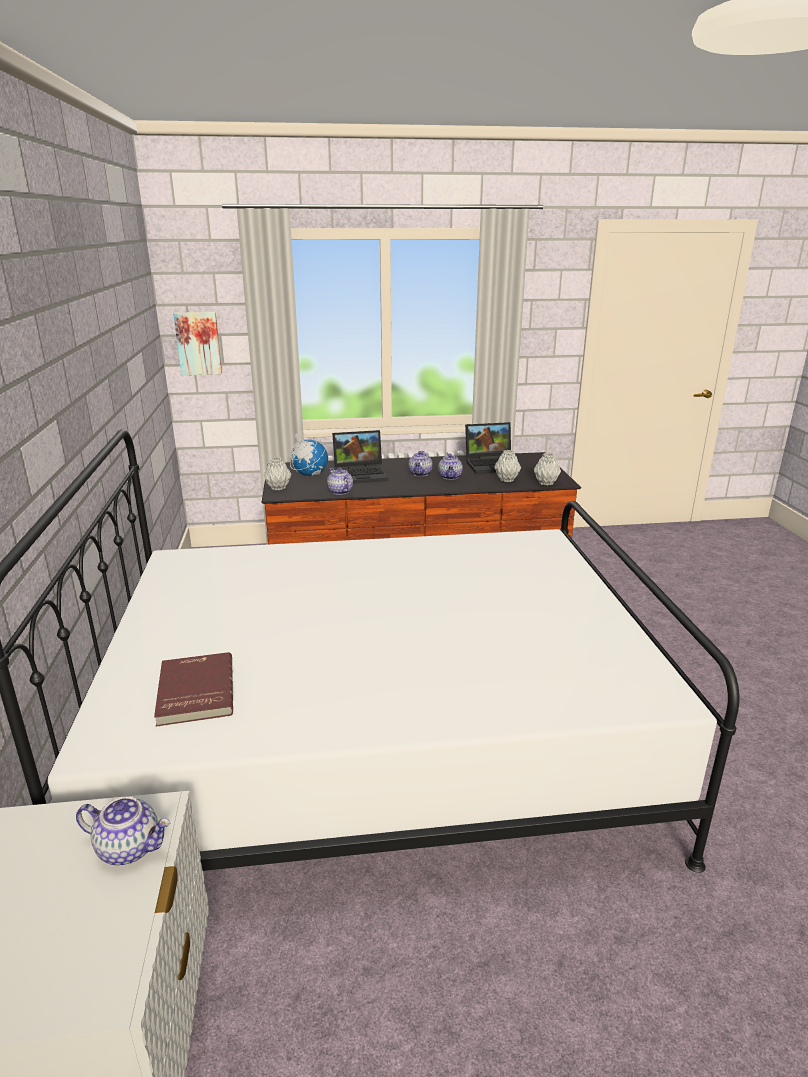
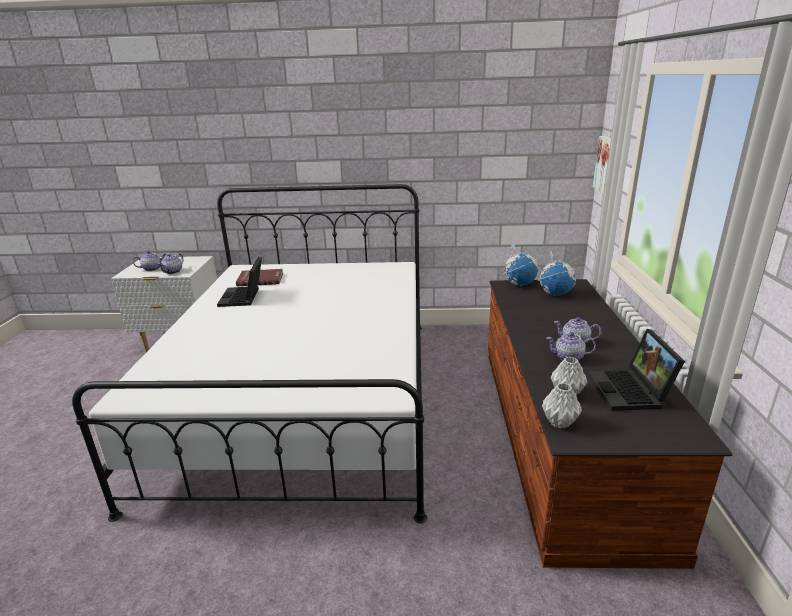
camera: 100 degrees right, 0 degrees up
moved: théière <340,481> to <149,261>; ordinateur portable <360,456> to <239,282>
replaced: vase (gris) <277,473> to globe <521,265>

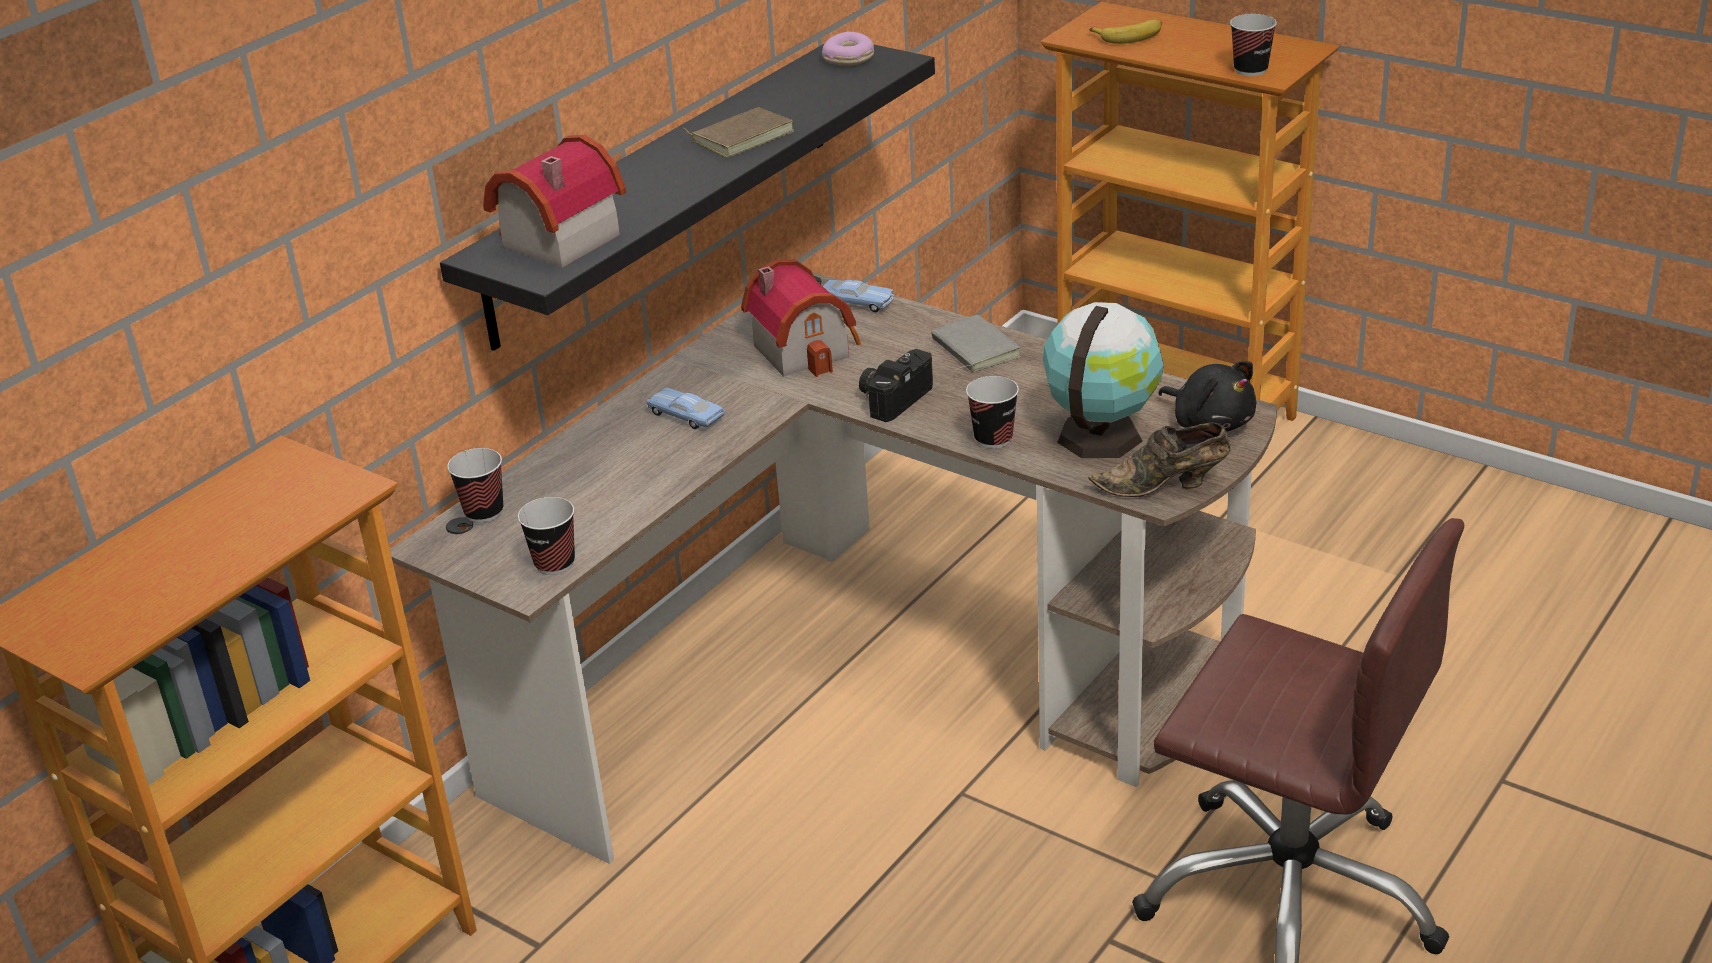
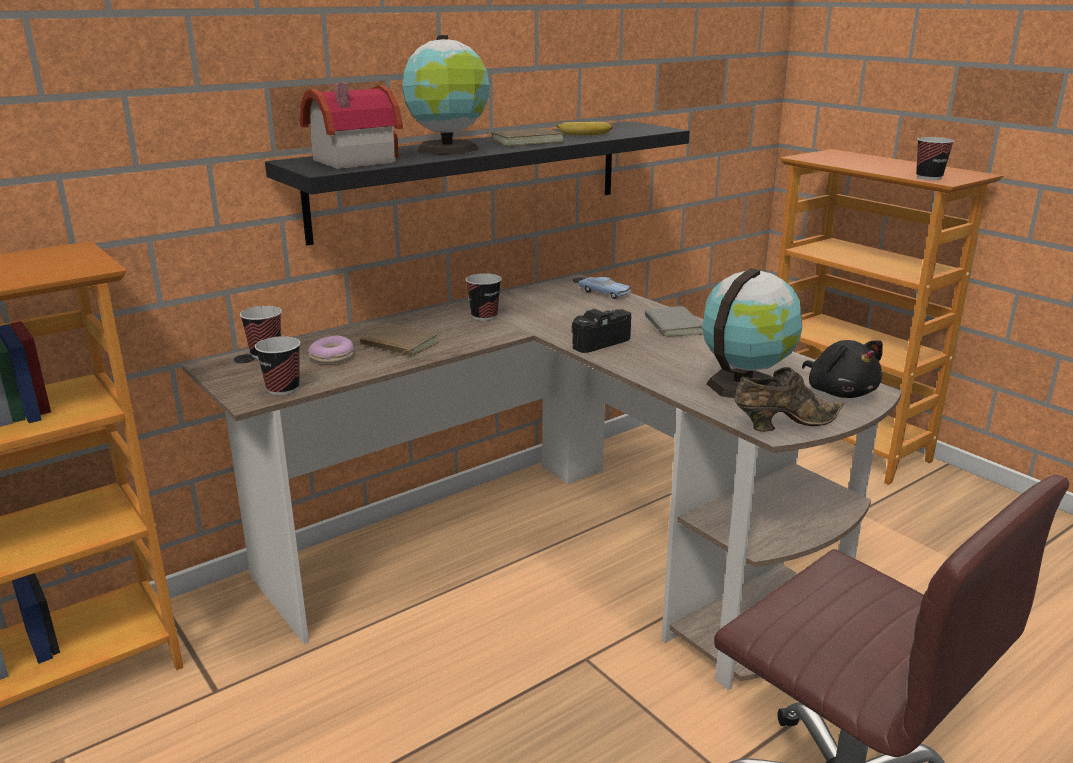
camera: 15 degrees right, 10 degrees down
removed: petite voiture (bleu) <686,408>; maison miniature <801,318>
added: livre (marron) <399,339>; globe <446,95>
moved: beignet <848,48> to <331,350>; tasse <992,412> to <484,297>; banane <1126,32> to <585,129>
turned: chaussure (marron) <1159,459> = <789,399> 150 degrees clockwise

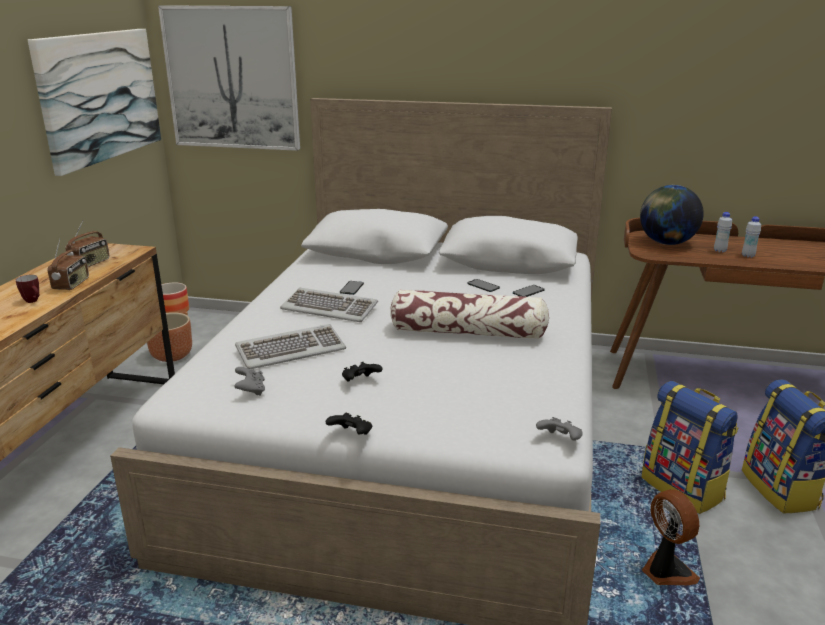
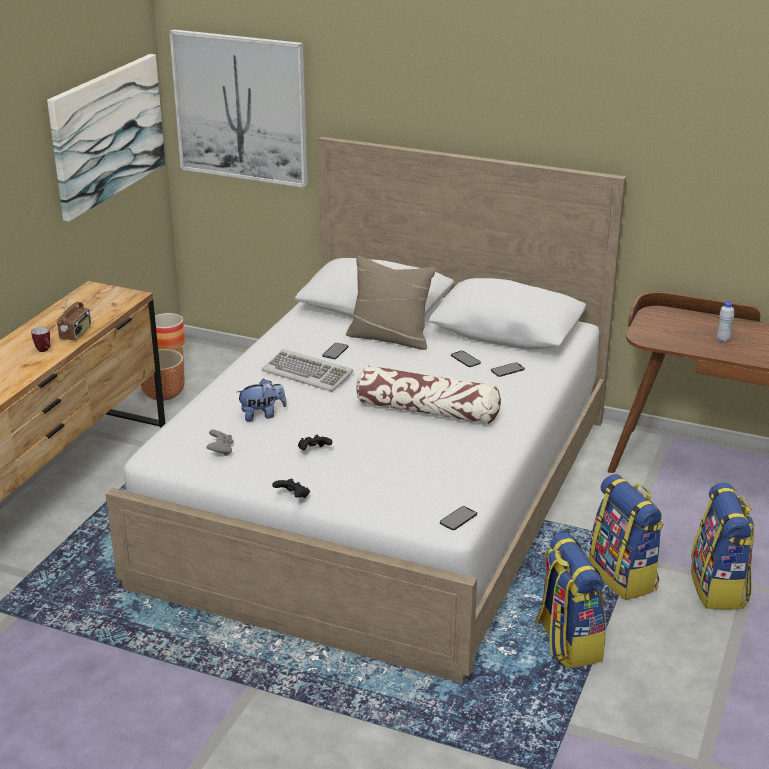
camera: 10 degrees right, 5 degrees up
removed: radio <87,244>; globe <672,215>; bouteille (blanc) <751,237>
added: coussin (beige) <391,303>
replaced: clavier <290,346> to peluche <262,400>; manette (gris) <559,429> to téléphone <458,518>; ventilateur <671,537> to sac à dos <570,600>

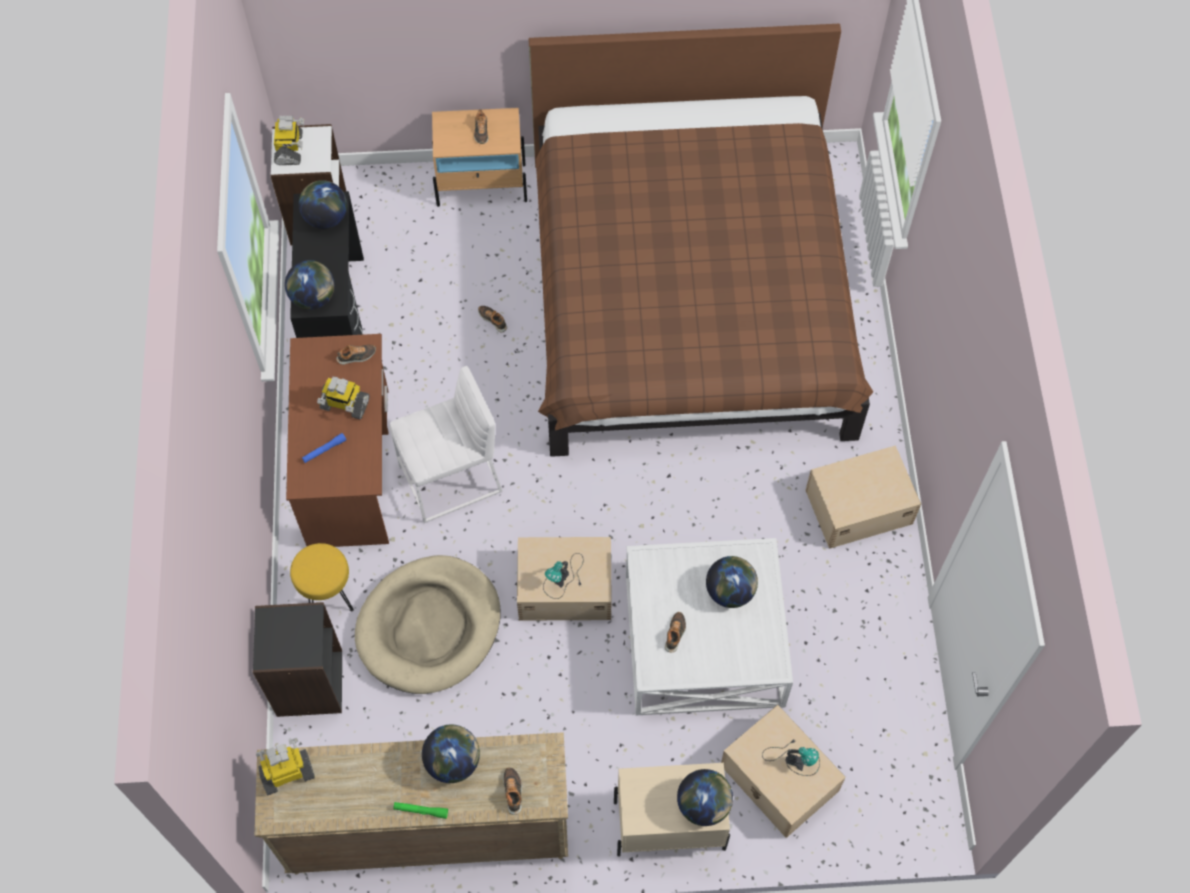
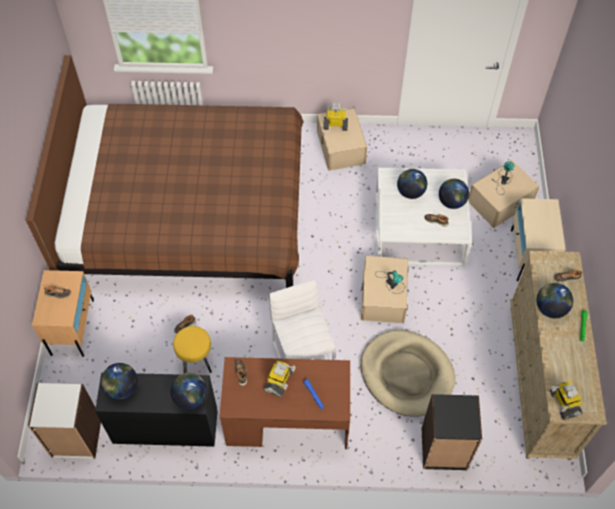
camera: 85 degrees left, 5 degrees down
moved: robot jouet <289,140> to <336,117>; tabouret (jaune) <322,577> to <192,349>; globe <705,797> to <454,194>

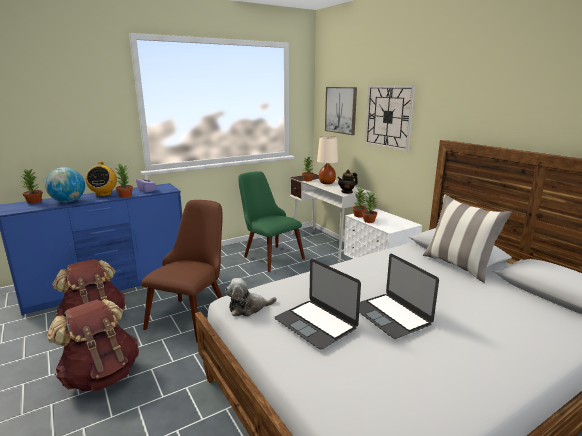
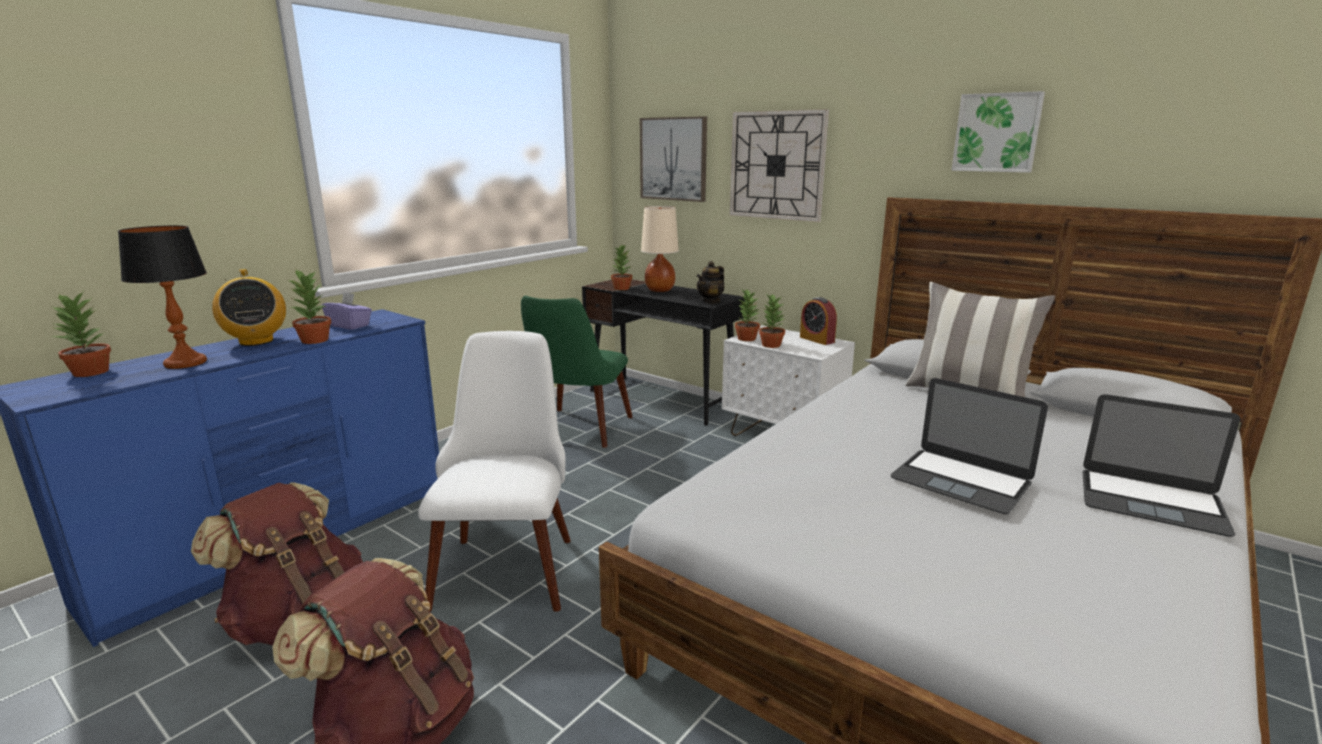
camera: 20 degrees left, 0 degrees up
removed: peluche <251,297>
added: réveil <818,321>; tableau <998,132>
moved: ordinateur portable <317,304> to <1161,465>
replaced: globe <65,185> to lampe de table <162,297>
recoloured: chaise (marron) <182,271> to chaise (blanc) <494,471>; bureau (blanc) <330,218> to bureau (noir) <663,352>
turned: chaise (vert) <271,221> = <577,372> 105 degrees counterclockwise

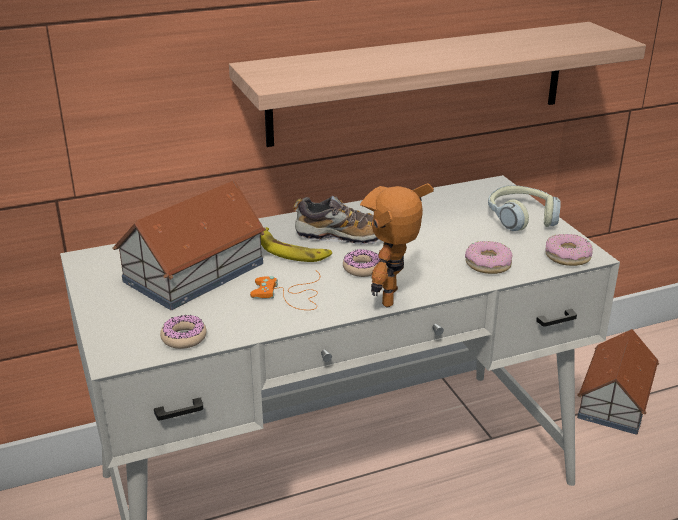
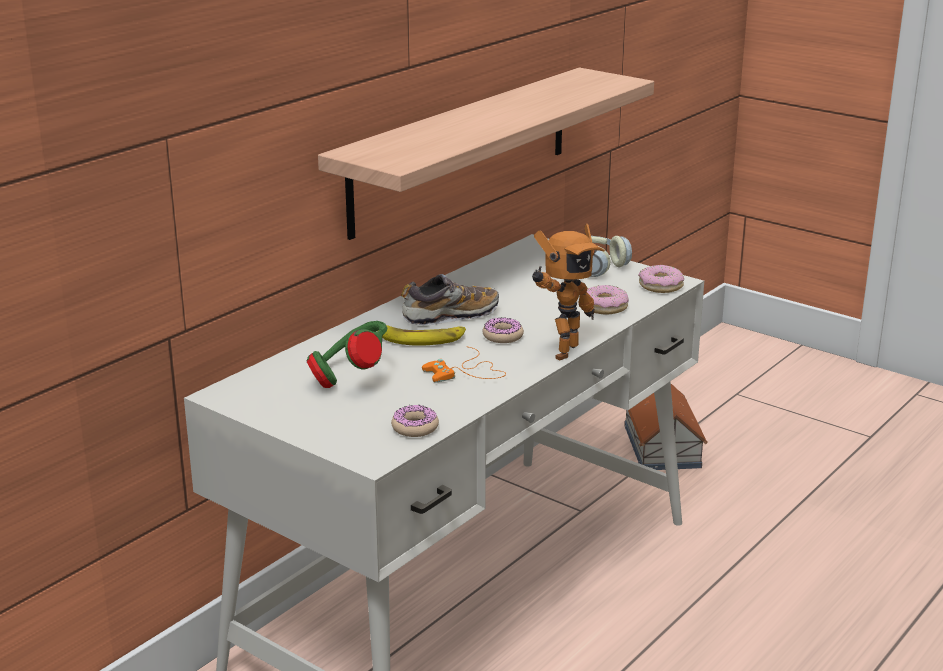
camera: 30 degrees left, 5 degrees down
replaced: maison miniature <189,245> to casque audio (vert) <347,354>
turned: robot jouet <397,245> = <568,292> 135 degrees counterclockwise

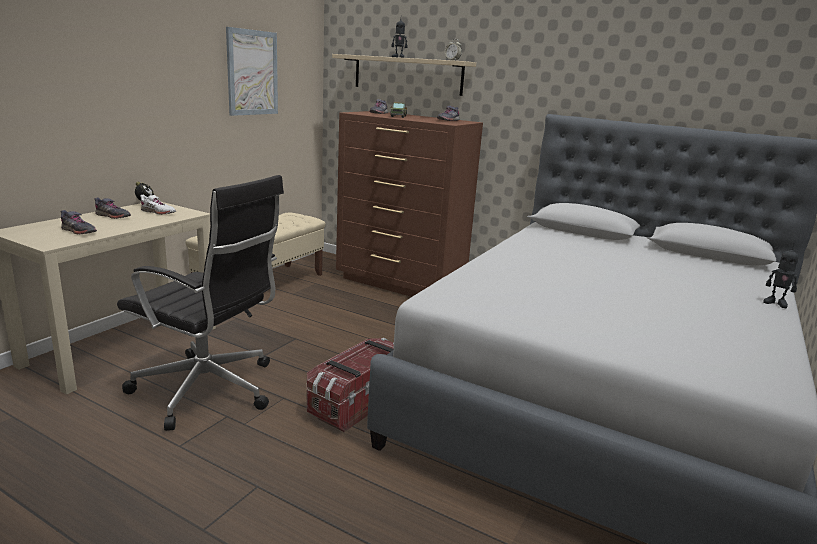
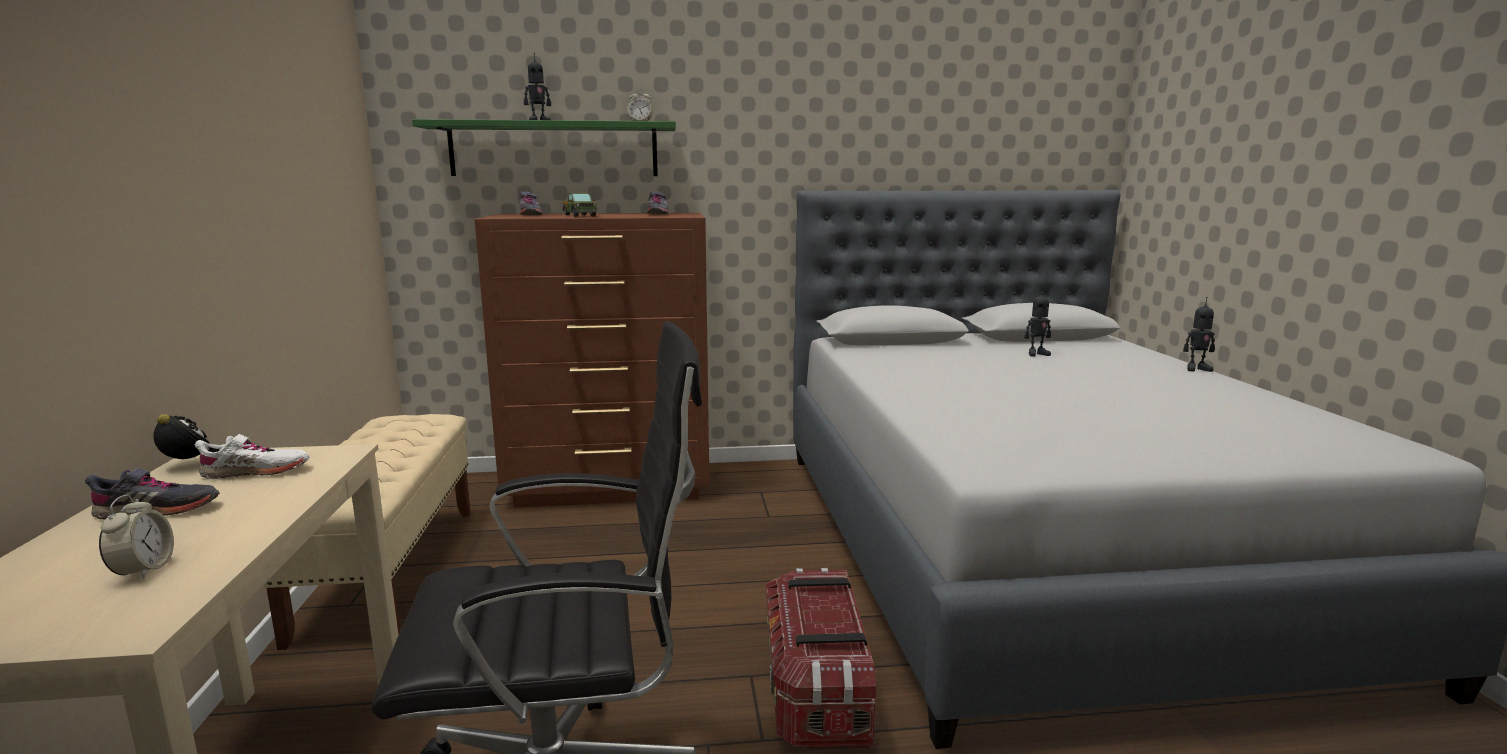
camera: 35 degrees left, 5 degrees down
removed: tableau <252,71>
added: robot jouet <1038,322>
replaced: chaussure (gris) <79,222> to réveil <136,537>
recoloured: étagère (beige) <404,75> to étagère (vert) <544,147>

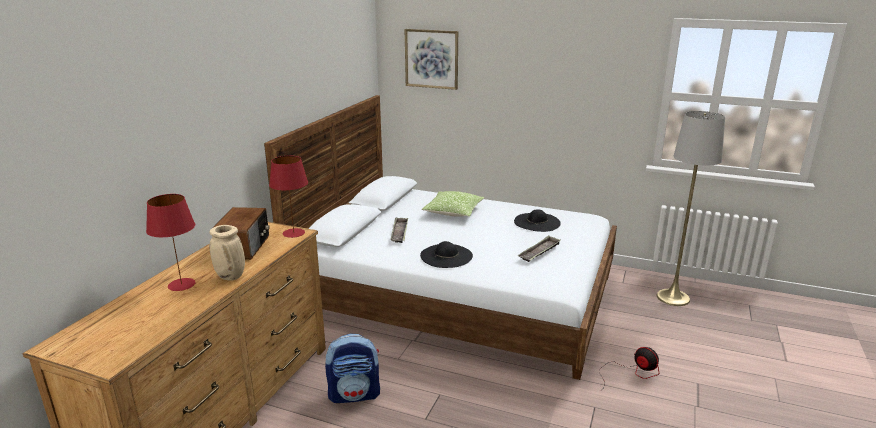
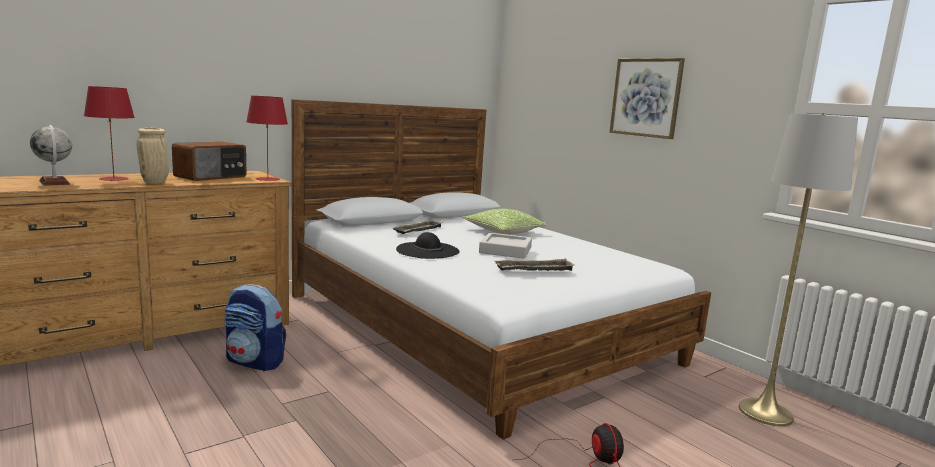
camera: 30 degrees right, 10 degrees down
removed: chapeau (noir) <537,220>
added: globe <51,155>; plateau (gris) <505,246>
moved: tableau <431,59> to <647,98>

